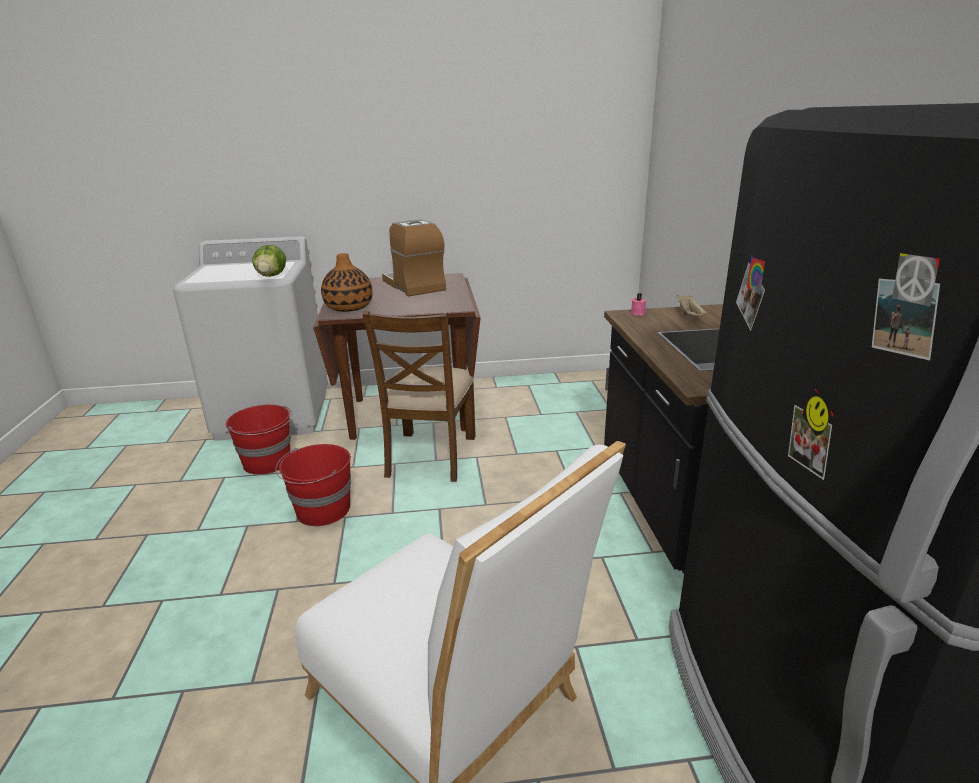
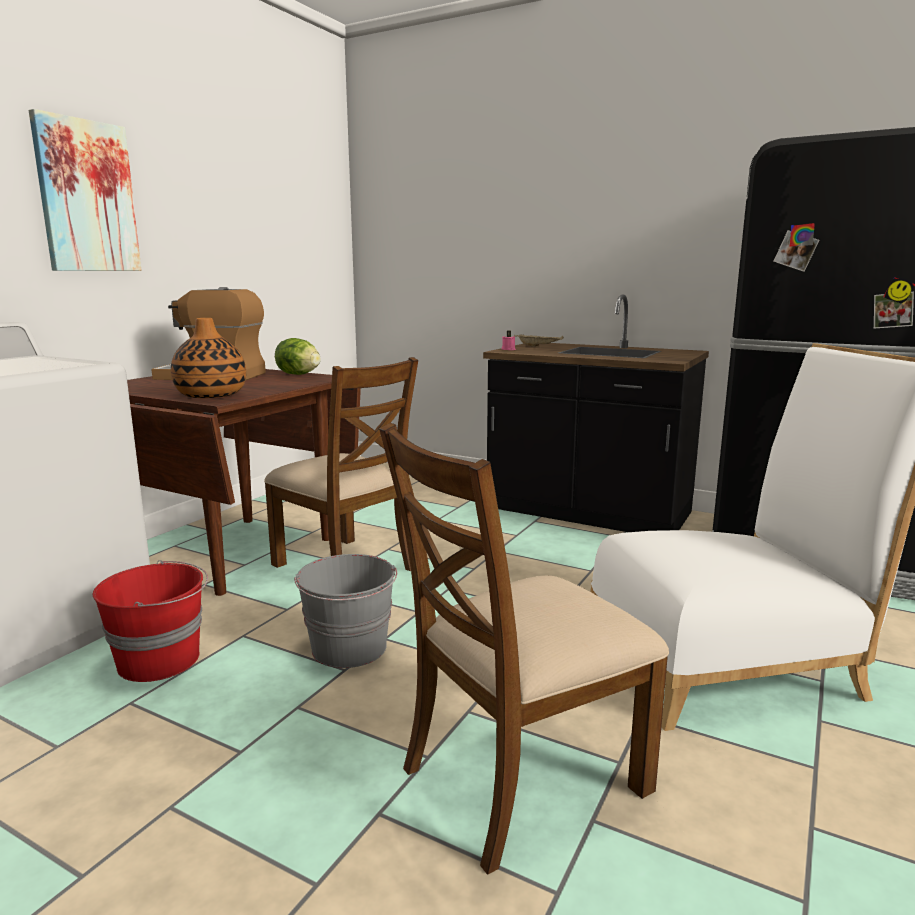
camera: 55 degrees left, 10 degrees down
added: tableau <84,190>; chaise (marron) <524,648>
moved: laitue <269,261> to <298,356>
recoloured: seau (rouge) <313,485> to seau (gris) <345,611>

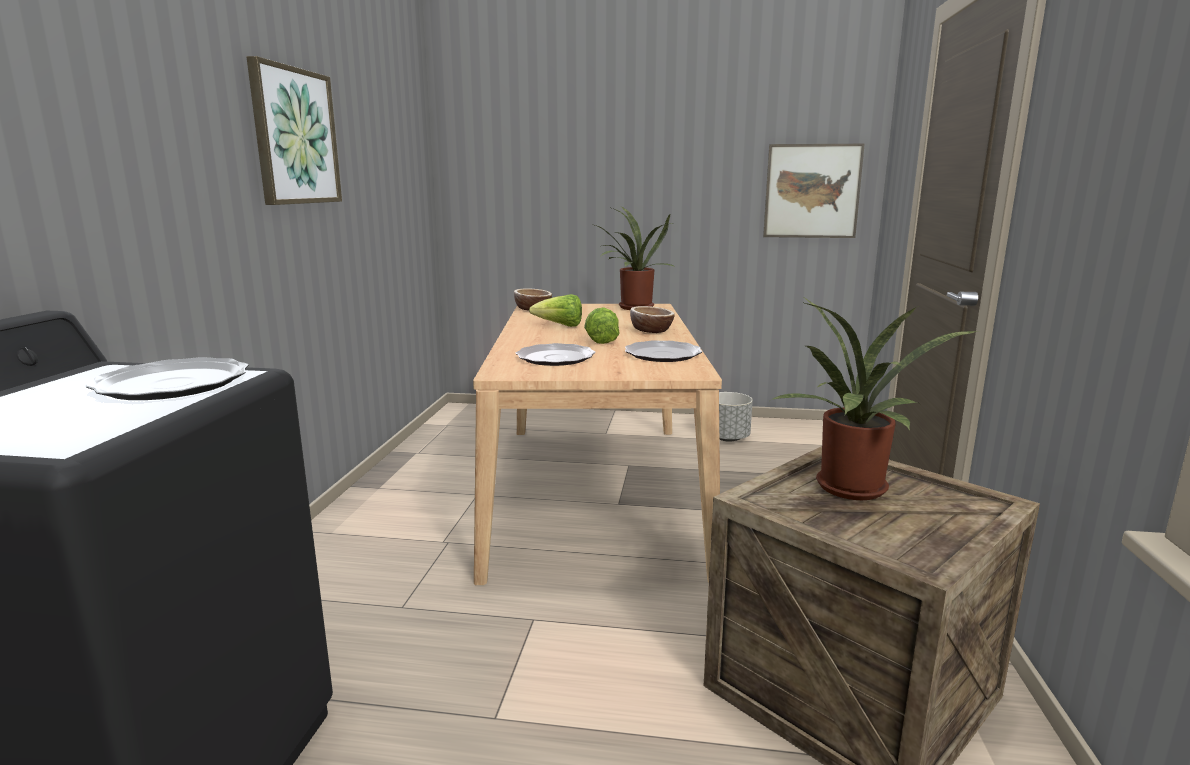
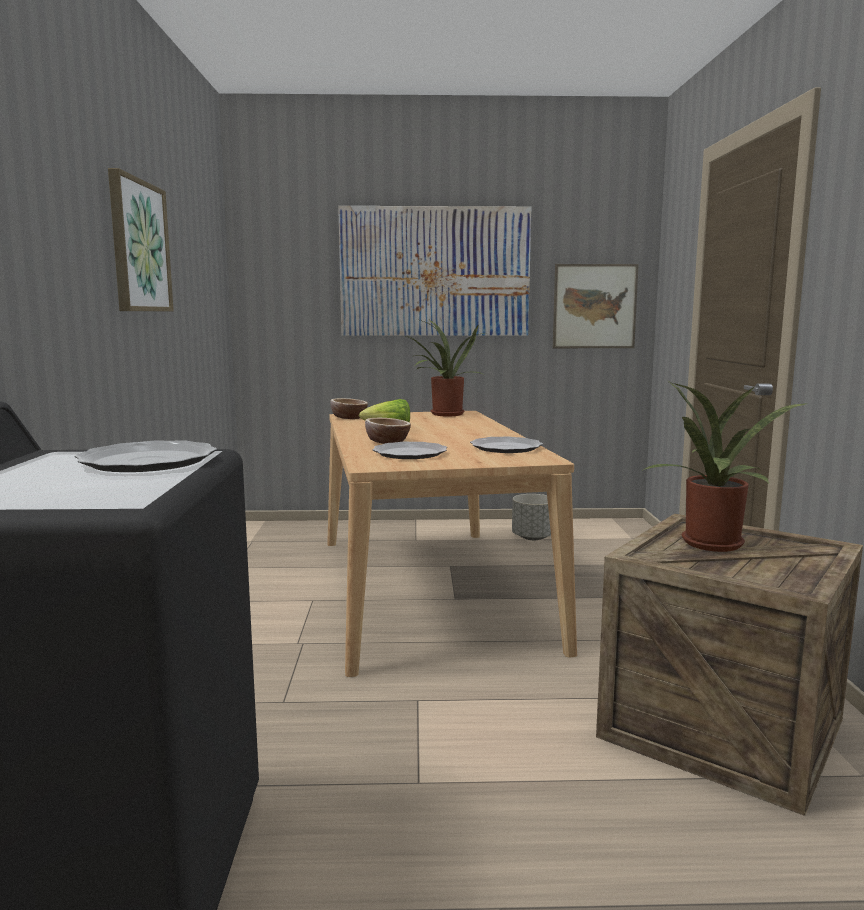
camera: 10 degrees left, 5 degrees down
removed: laitue <602,325>
added: tableau <434,271>
moved: bol <652,319> to <388,431>

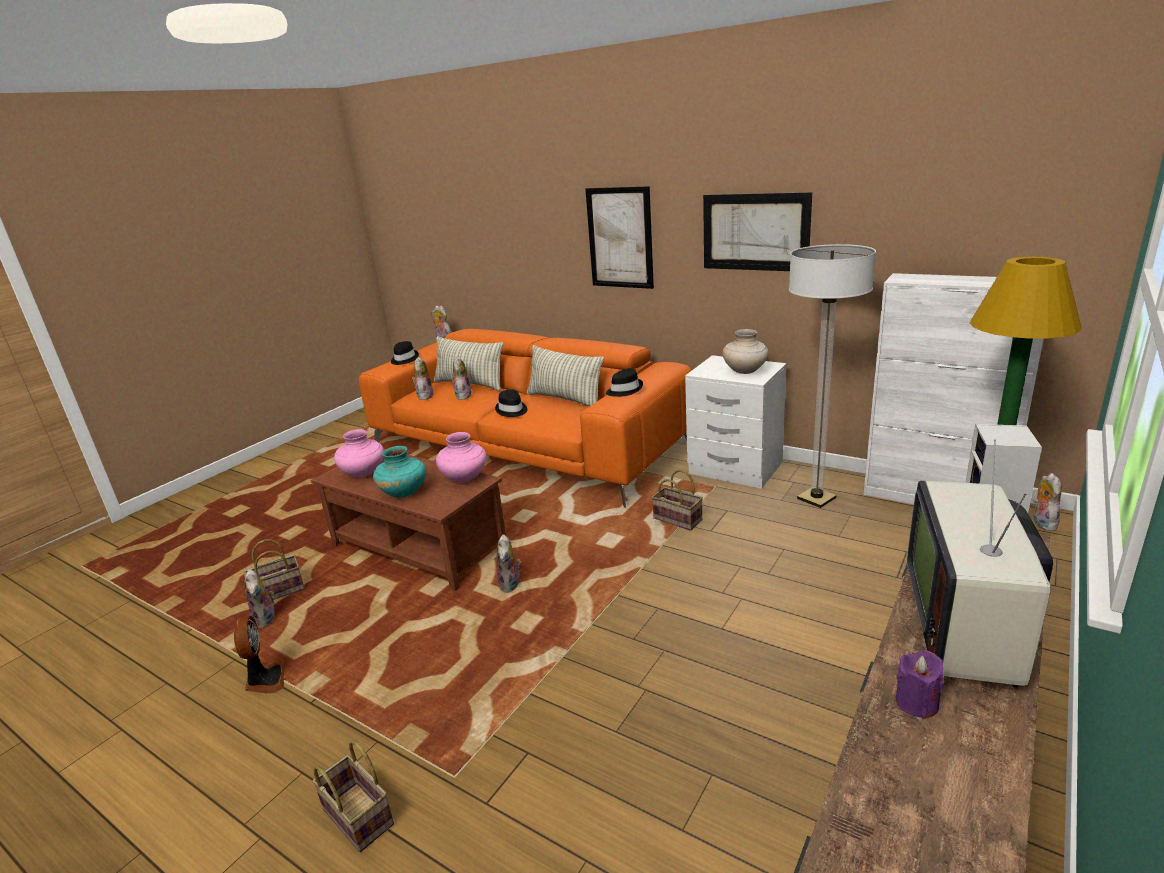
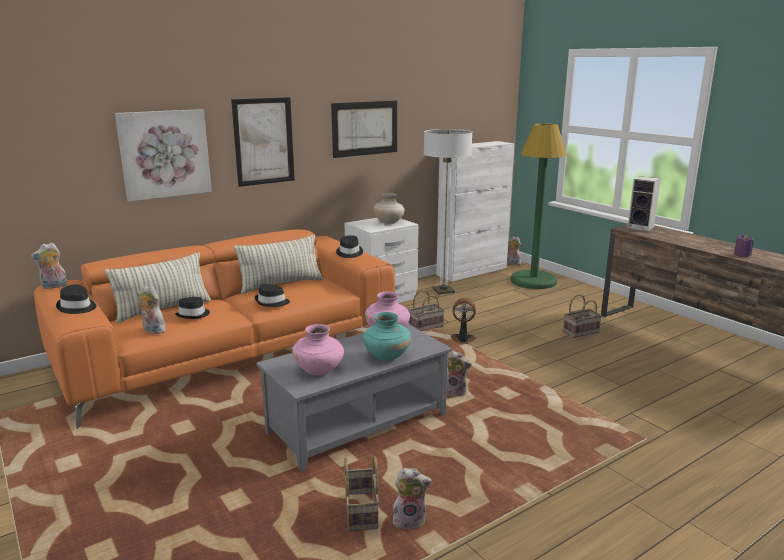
camera: 70 degrees left, 5 degrees down
removed: téléviseur <980,563>
added: tableau <163,155>
moved: ventilateur <259,654> to <463,321>; panier <353,796> to <582,316>
replaced: peluche <461,378> to chapeau (noir) <192,308>
recoloured: table basse (marron) <408,520> to table basse (gris) <354,397>

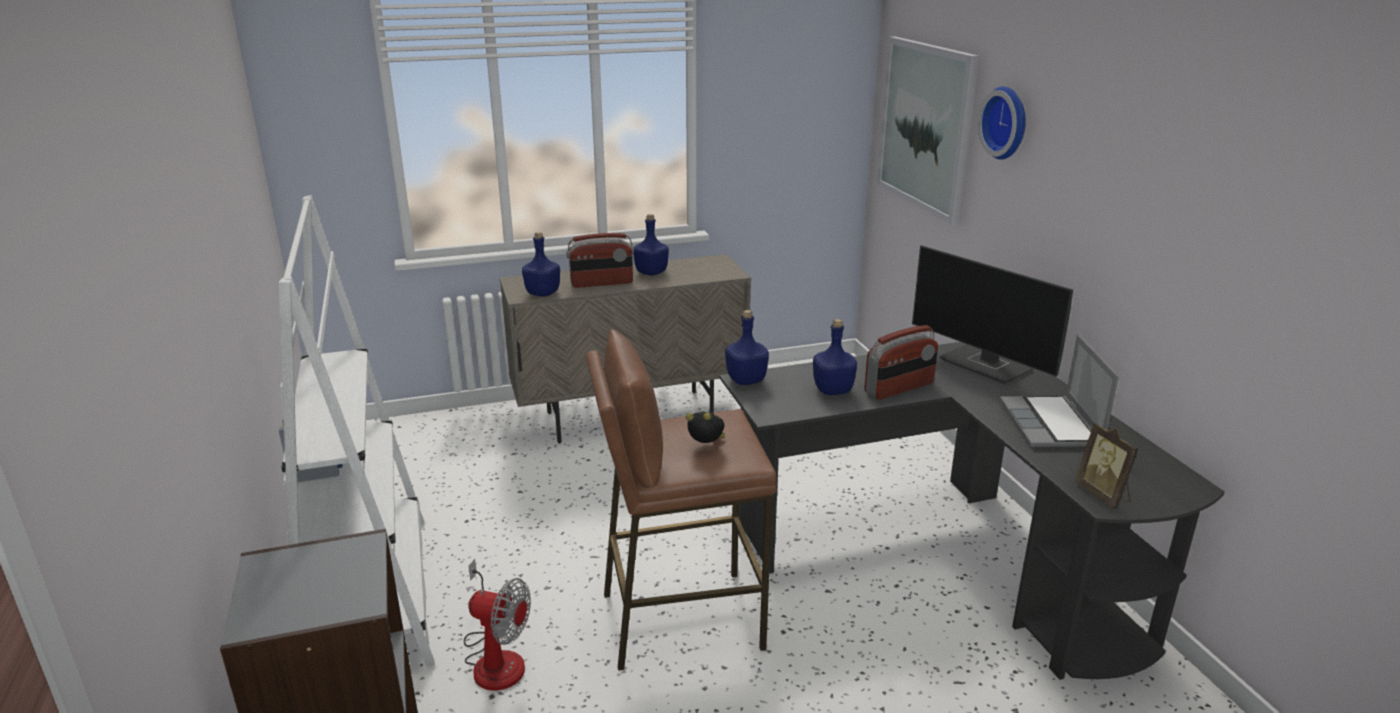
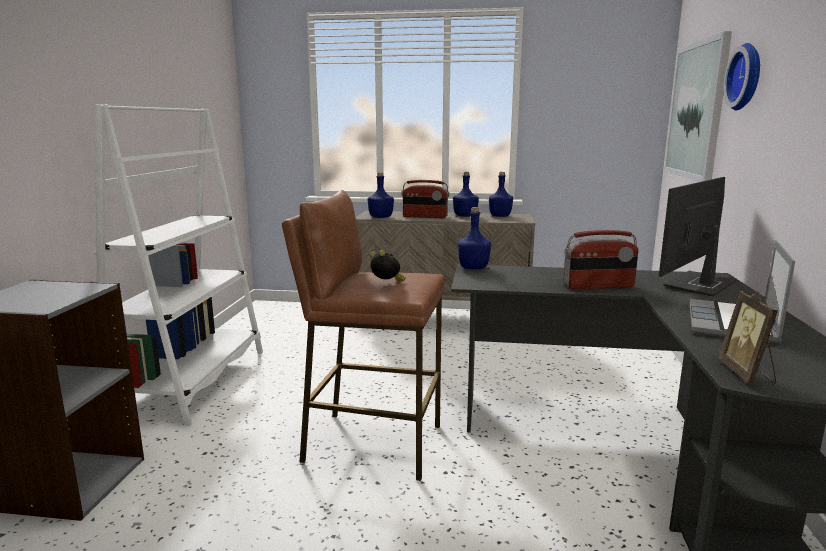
camera: 25 degrees right, 10 degrees down
removed: ventilateur <497,625>
moved: bouteille (bleu) <835,357> to <501,194>
turned: écran d'ordinateur <992,314> = <697,236> 60 degrees clockwise

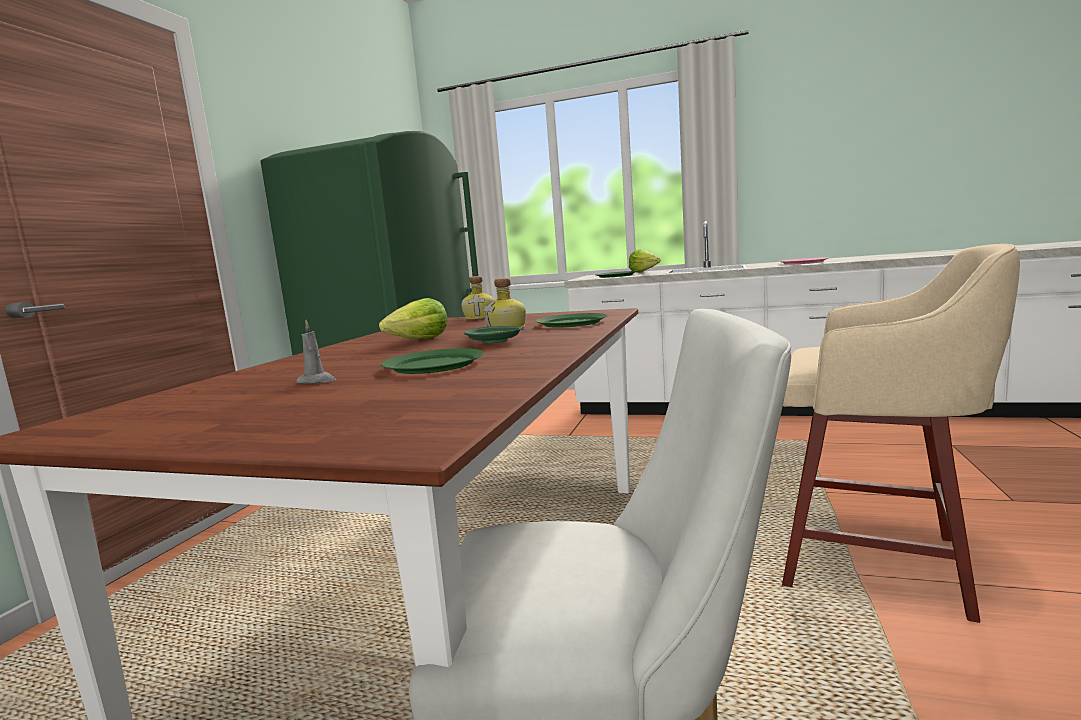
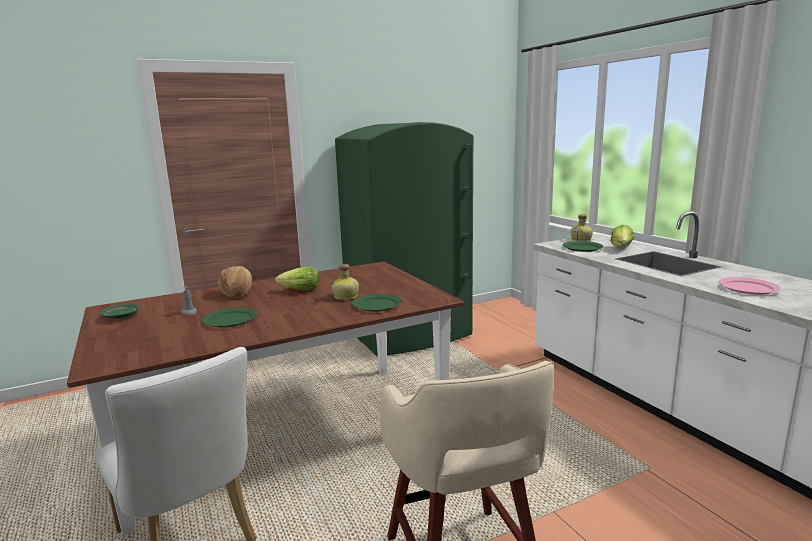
camera: 45 degrees right, 5 degrees up
added: pain <235,282>
moved: bouteille <478,297> to <582,227>; assiette (vert) <493,335> to <120,311>

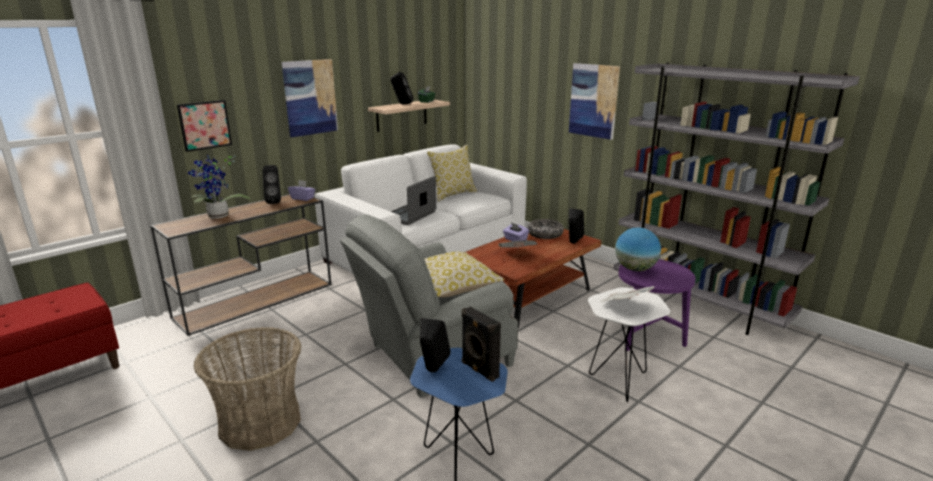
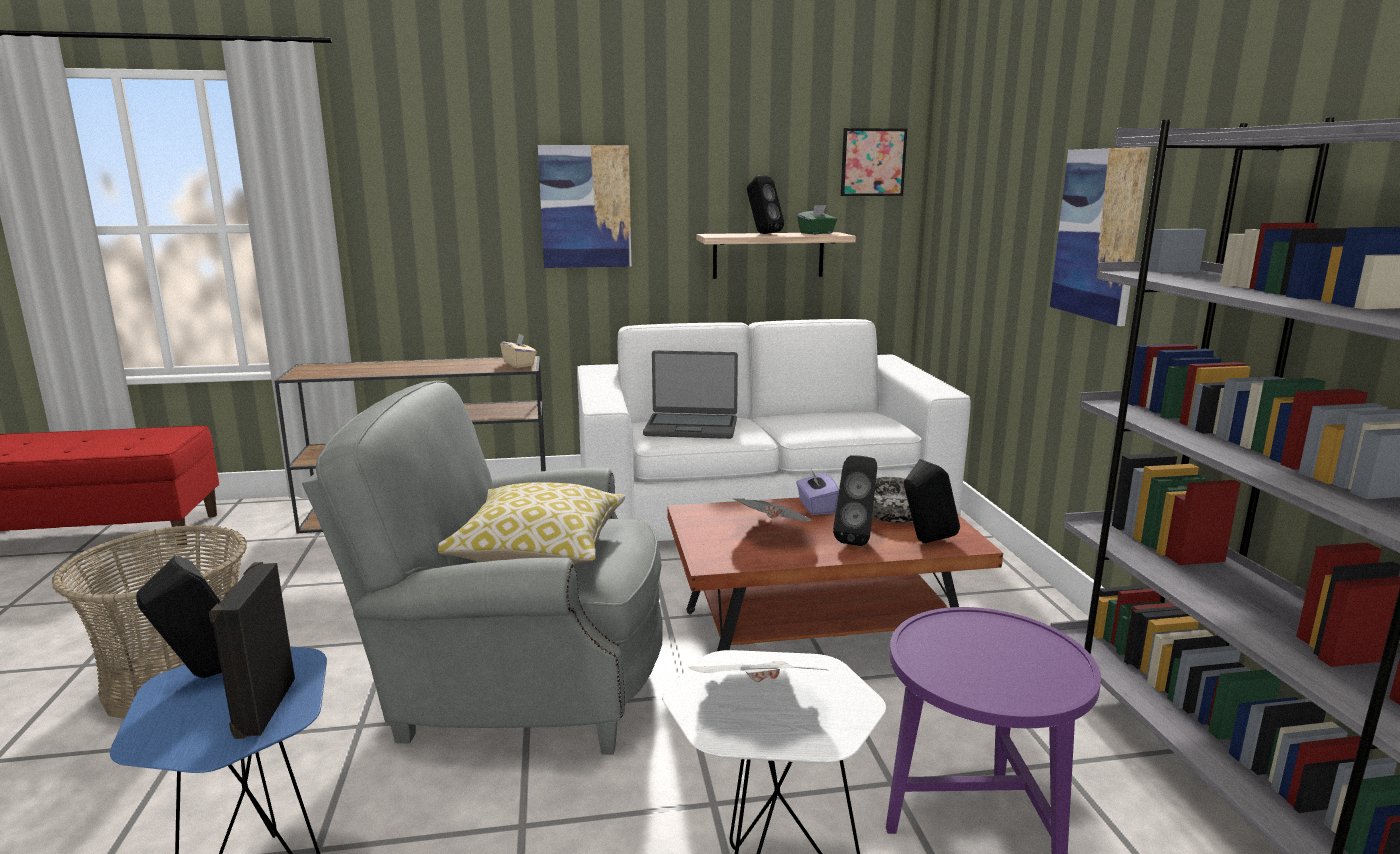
camera: 35 degrees right, 5 degrees down
removed: plante en pot <219,187>; coussin <452,173>; globe <638,249>
moved: tableau <204,126> to <874,162>; enceinte (noir) <271,184> to <855,500>
recoloured: boîte à mouchoirs (violet) <302,190> to boîte à mouchoirs (beige) <518,351>
turned: ordinateur portable <413,200> = <690,394> 150 degrees counterclockwise

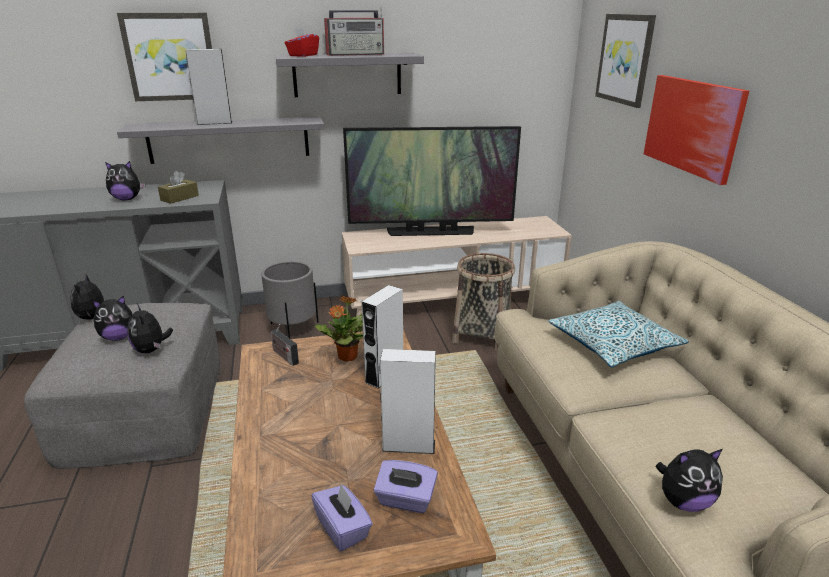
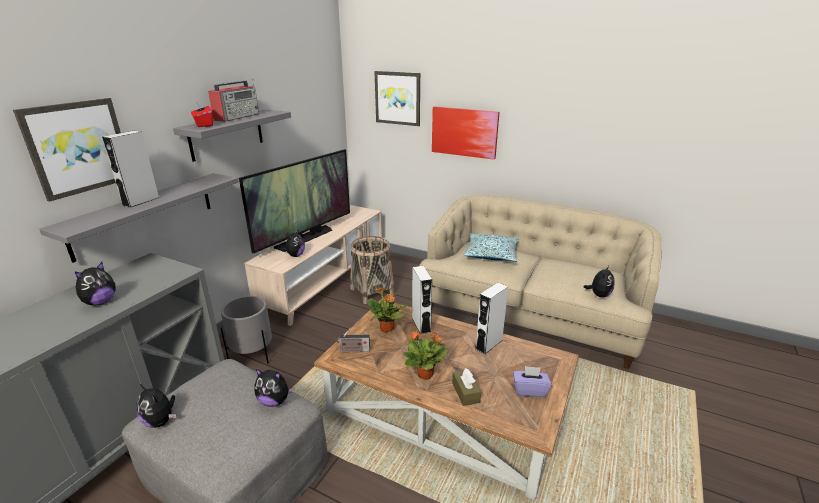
camera: 50 degrees left, 0 degrees up
removed: boîte à mouchoirs (violet) <406,486>
added: plante en pot <426,355>
moved: peluche <112,318> to <293,243>; boîte à mouchoirs (marron) <178,187> to <466,387>

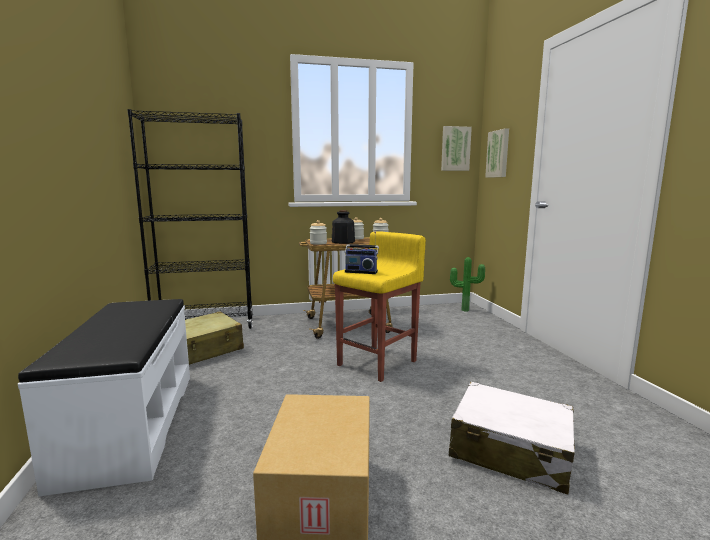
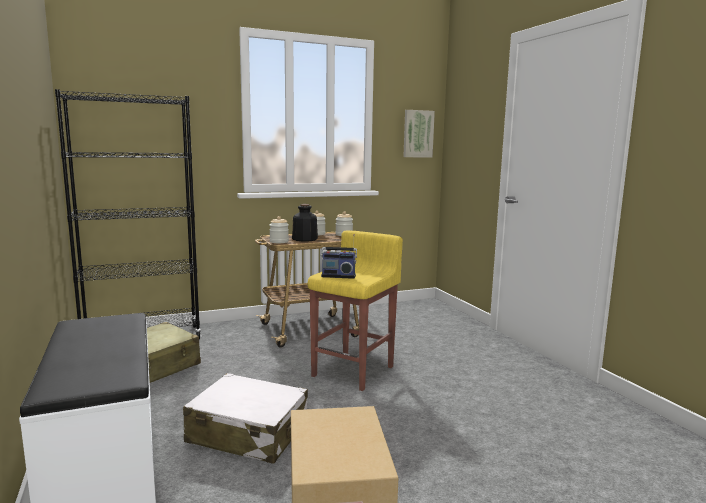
camera: 10 degrees left, 0 degrees up
removed: plante en pot <467,284>; tableau <497,153>
moved: valise (blanc) <512,438> to <245,418>

